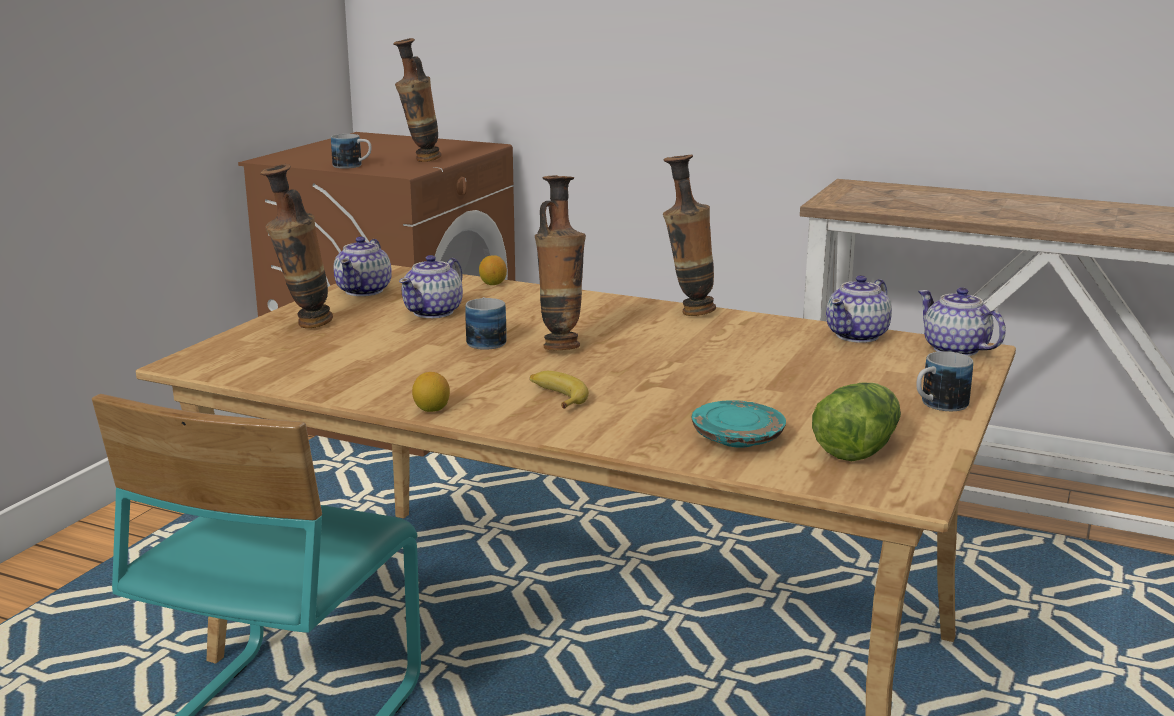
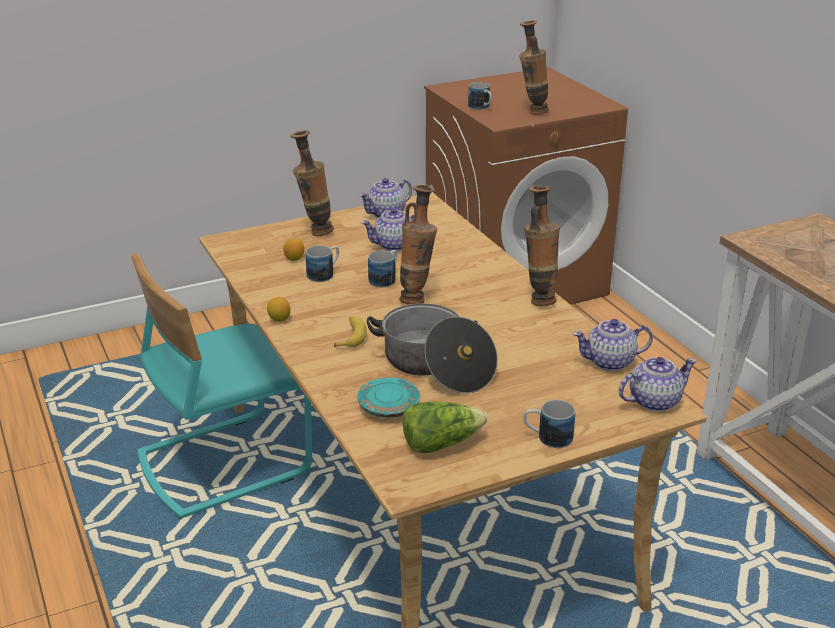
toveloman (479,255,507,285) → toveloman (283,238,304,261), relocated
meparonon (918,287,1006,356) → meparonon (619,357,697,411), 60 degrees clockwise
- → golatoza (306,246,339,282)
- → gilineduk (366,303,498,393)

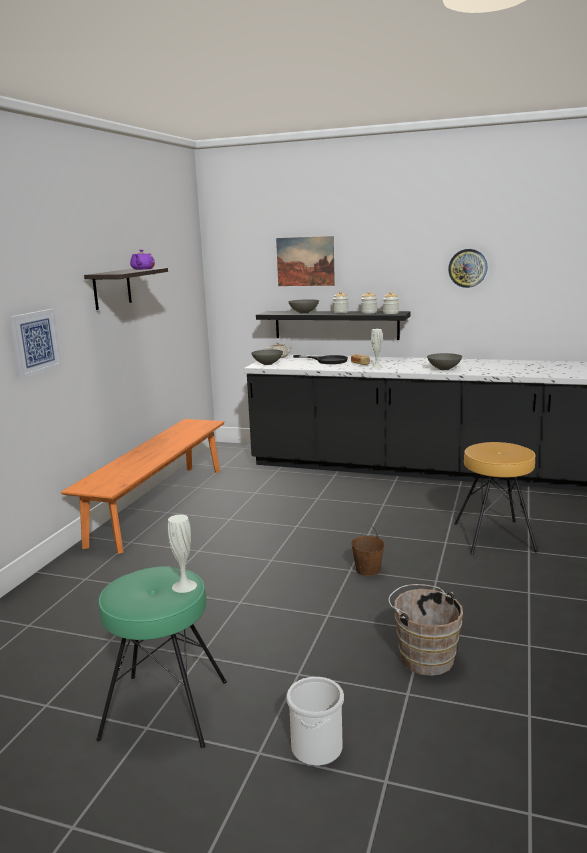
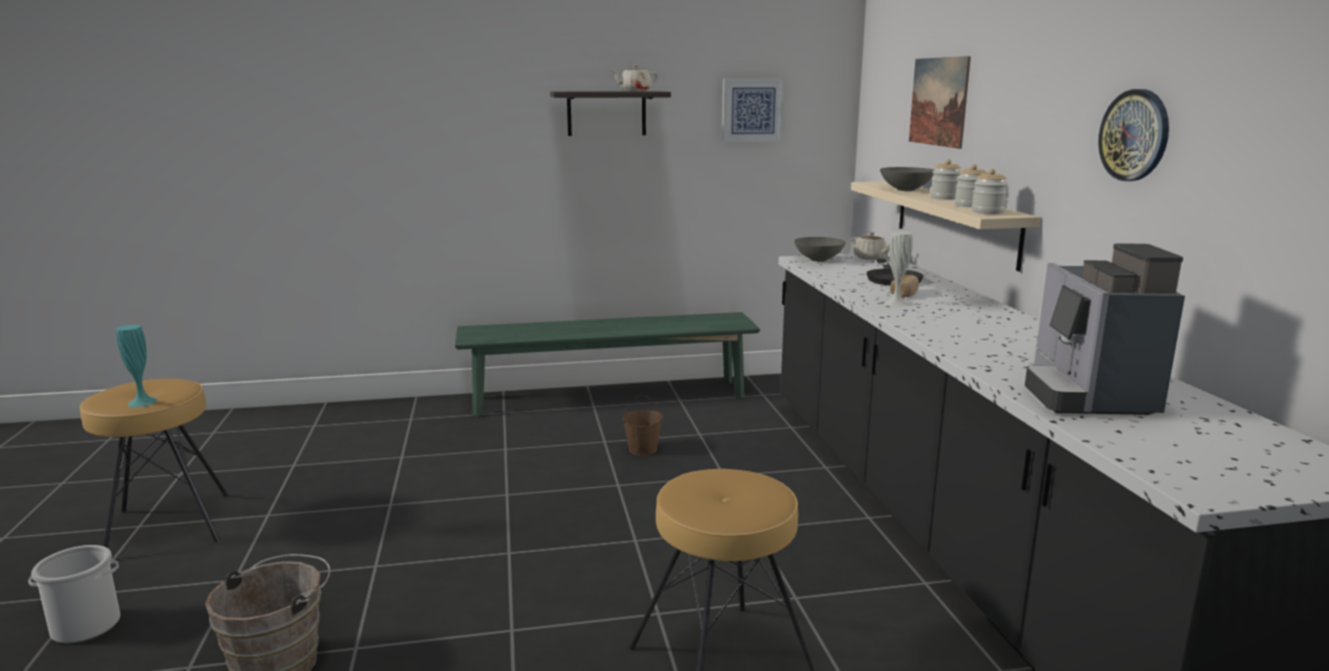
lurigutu (10,309,62,378) → lurigutu (722,78,784,142), relocated
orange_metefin (61,419,225,554) → green_metefin (455,312,760,417)
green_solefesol (96,566,227,748) → brown_solefesol (80,379,228,548)
purple_meparonon (130,249,155,270) → beige_meparonon (611,65,658,91)
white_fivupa (168,515,197,593) → turquoise_fivupa (116,325,158,407)
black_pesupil (256,311,411,340) → beige_pesupil (851,181,1040,271)
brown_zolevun (351,524,385,576) → brown_zolevun (622,394,663,456), relocated
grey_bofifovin (427,353,462,370) → -
- → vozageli (1025,243,1185,415)

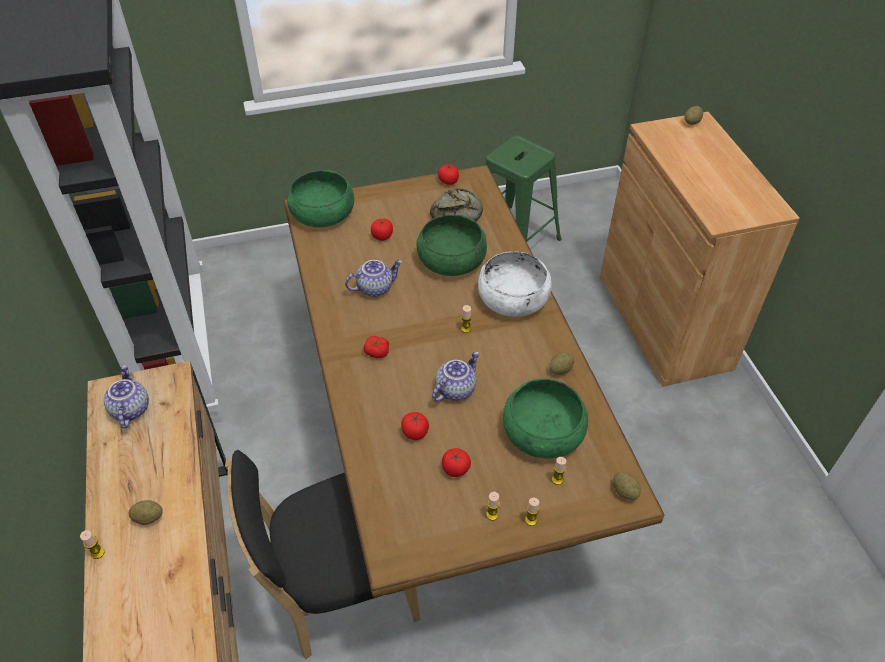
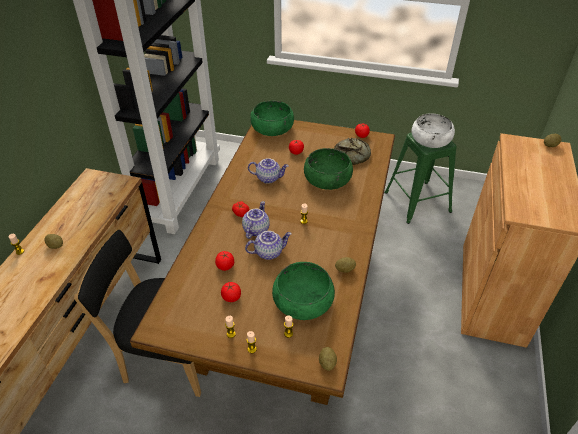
meparonon (104,365,149,429) → meparonon (242,201,270,239), relocated
white_bofifovin (478,251,552,317) → white_bofifovin (412,113,455,148), relocated

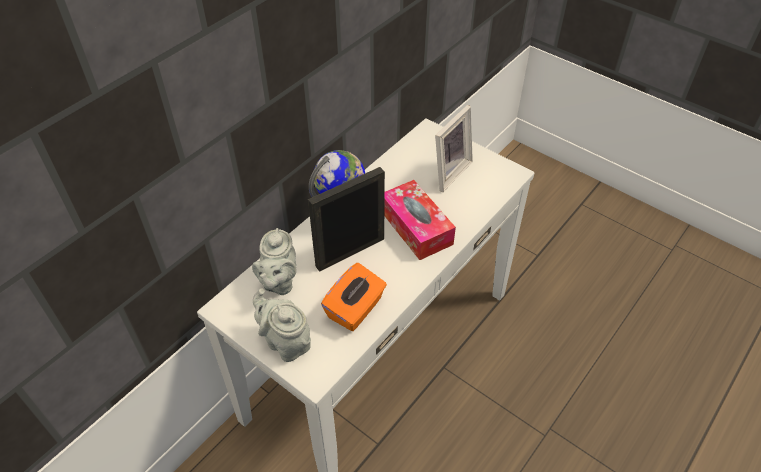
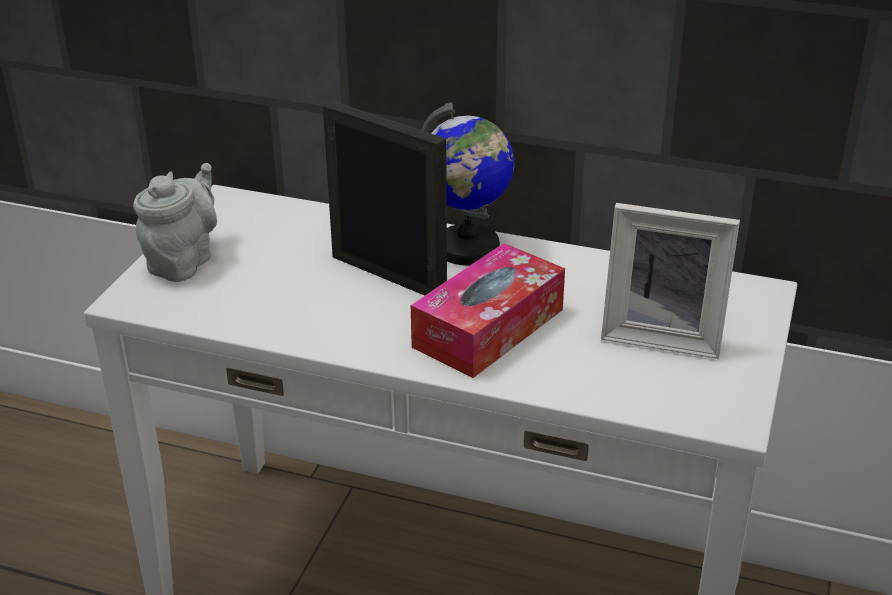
grey_meparonon (252,228,296,295) → -
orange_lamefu (321,263,387,331) → -

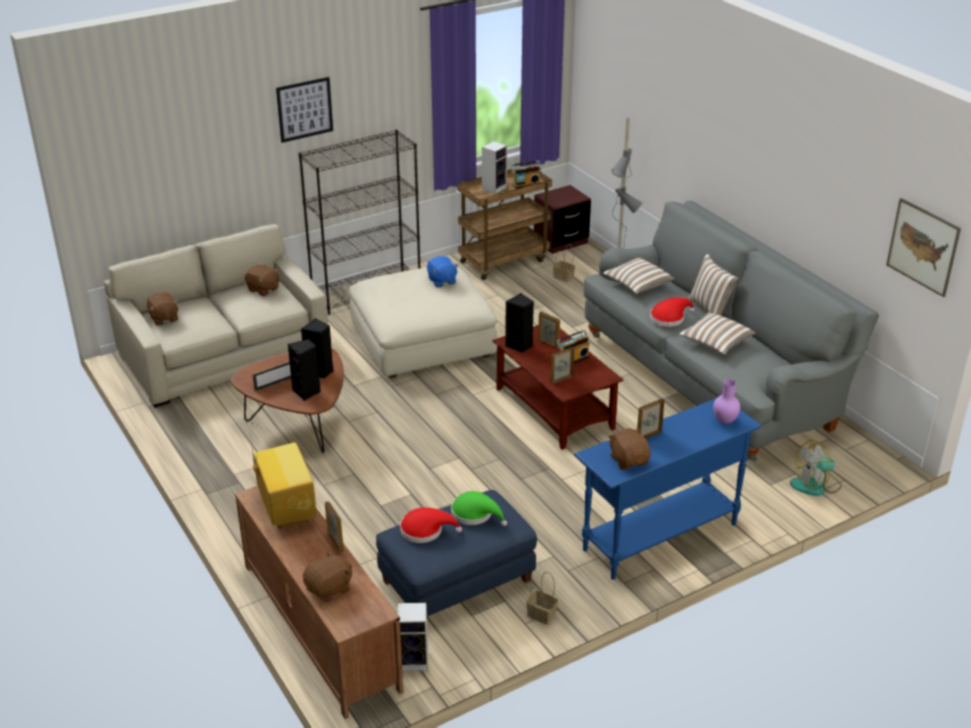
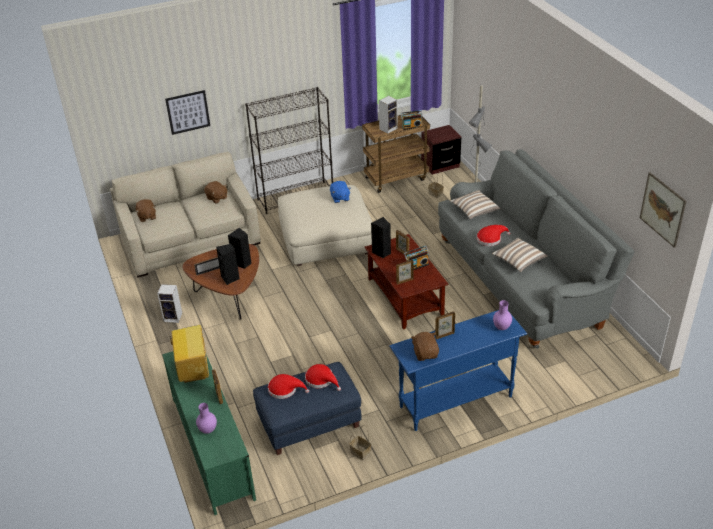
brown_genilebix (235,486,404,719) → green_genilebix (162,351,256,515)
lurigutu (276,77,333,143) → lurigutu (165,90,210,135), relocated
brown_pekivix (303,551,352,602) → purple_fivupa (196,403,217,434)
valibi (398,603,428,671) → valibi (157,284,183,323), relocated
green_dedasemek (451,491,507,526) → red_dedasemek (305,364,341,391)
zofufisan (688,254,739,316) → -
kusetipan (790,440,841,496) → -

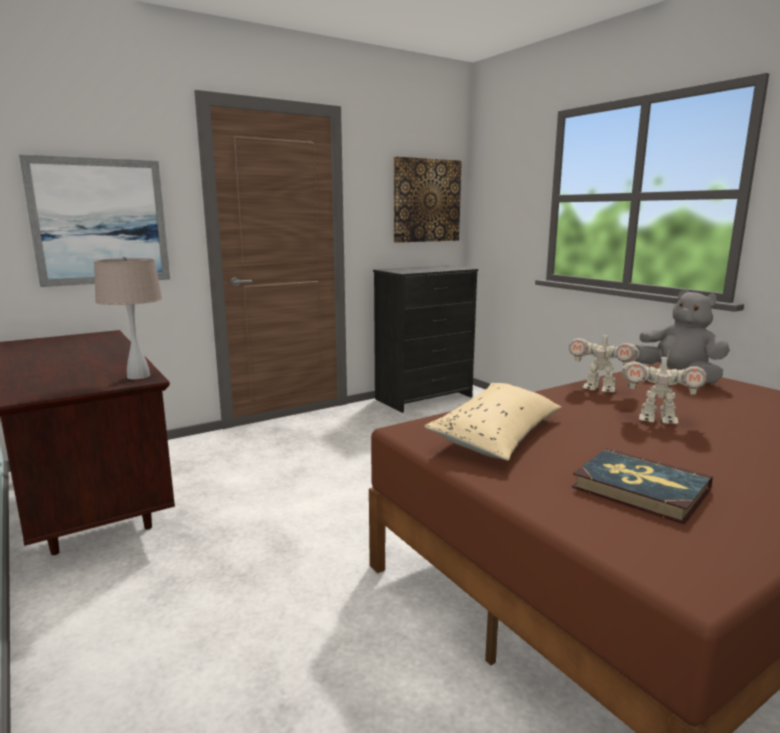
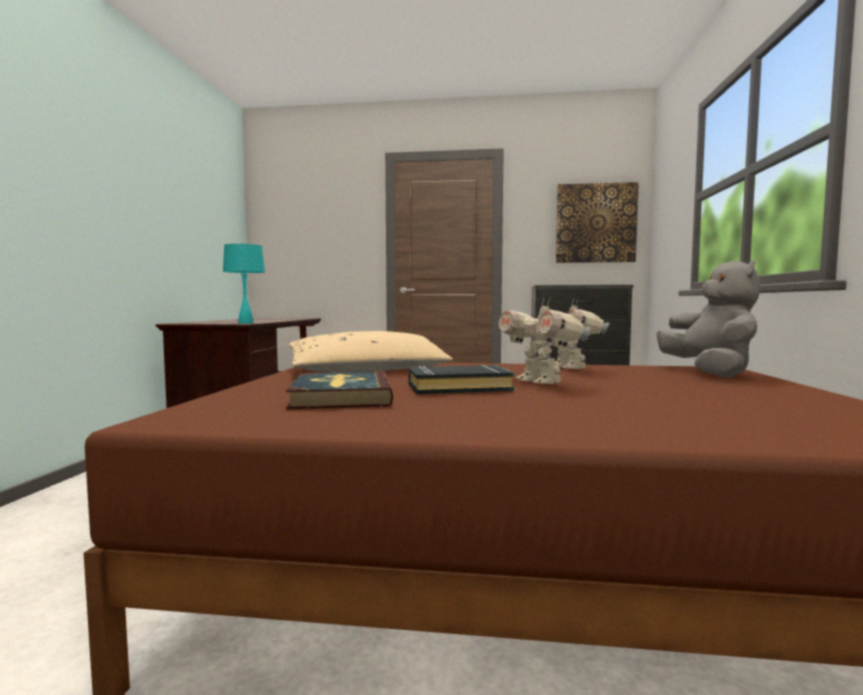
lurigutu (19,155,170,287) → -
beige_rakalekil (94,257,162,380) → turquoise_rakalekil (223,244,265,324)
- → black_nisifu (408,365,515,394)

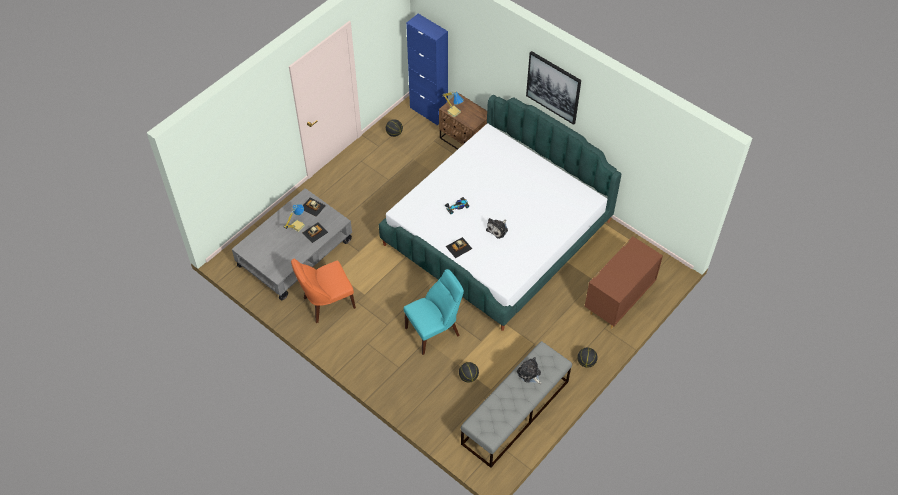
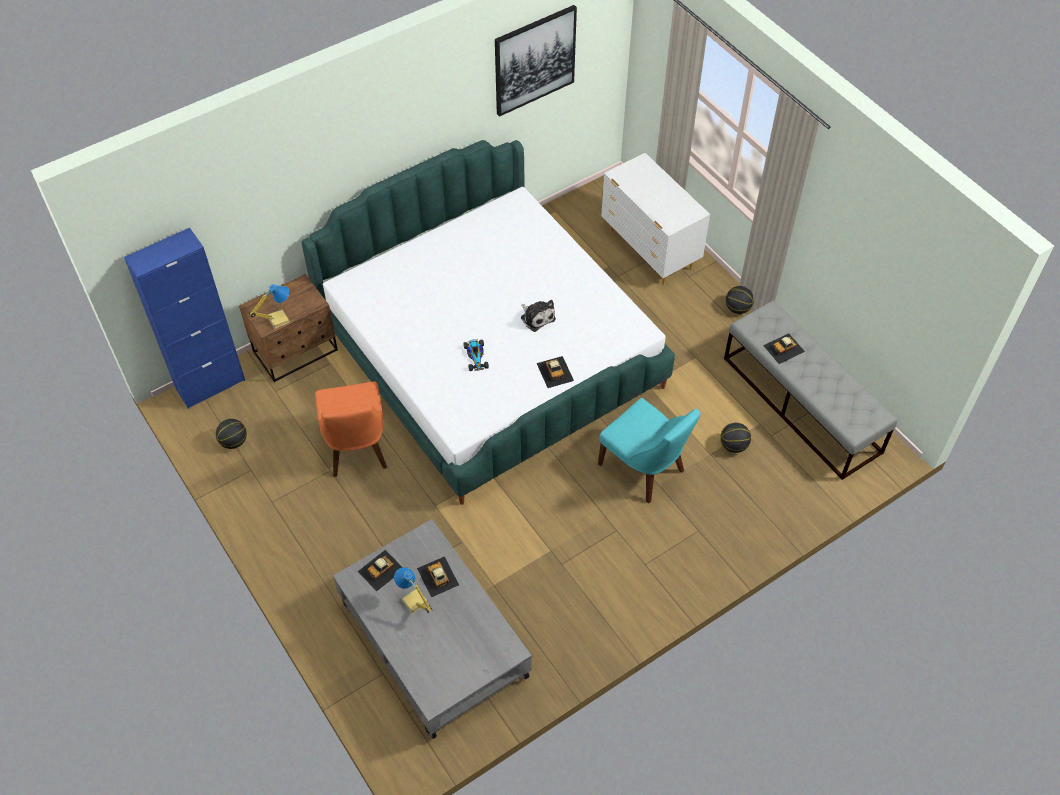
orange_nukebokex (291,259,356,323) → orange_nukebokex (315,381,387,477), relocated
turquoise_nukebokex (404,269,464,355) → turquoise_nukebokex (598,398,700,503), 150 degrees clockwise
pekivix (517,357,542,384) → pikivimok (763,333,805,364)
lurigutu (526,51,581,125) → lurigutu (495,5,577,117), relocated
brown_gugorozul (585,236,663,329) → white_gugorozul (601,153,710,285)

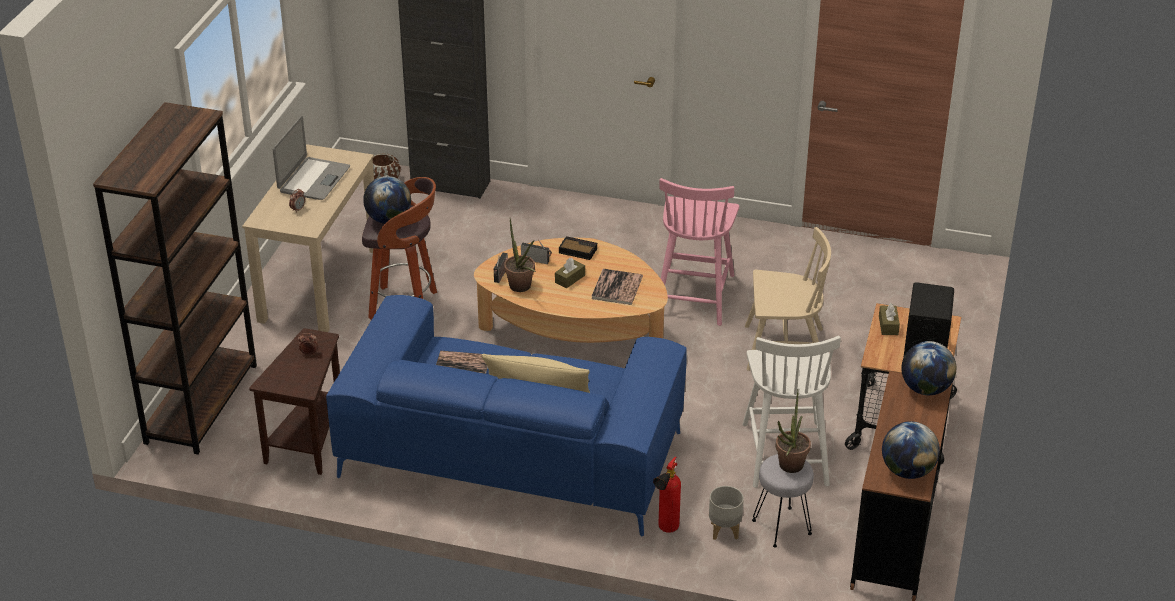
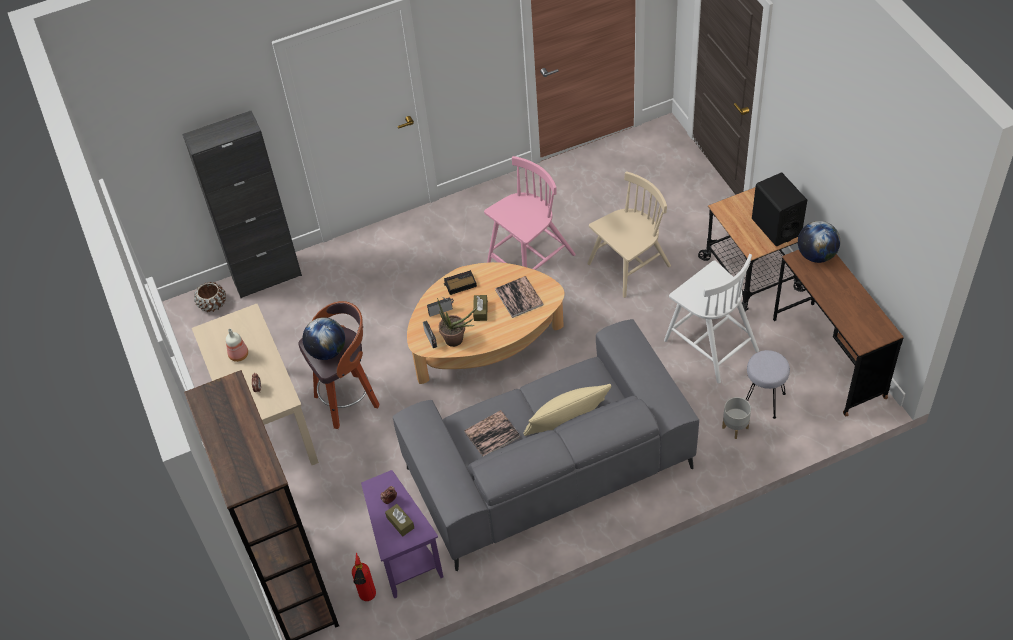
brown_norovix (249,328,340,475) → purple_norovix (361,470,443,598)
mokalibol (273,116,350,200) → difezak (226,329,248,362)
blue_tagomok (326,295,687,537) → grey_tagomok (393,319,699,571)
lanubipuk (653,457,681,533) → lanubipuk (352,553,376,601), relocated
pink_nukebokex (659,178,739,326) → pink_nukebokex (484,156,576,270), 105 degrees counterclockwise
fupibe (776,389,811,473) → -
brown_lamefu (879,303,900,335) → brown_lamefu (385,504,414,536), relocated
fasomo (882,421,940,479) → -

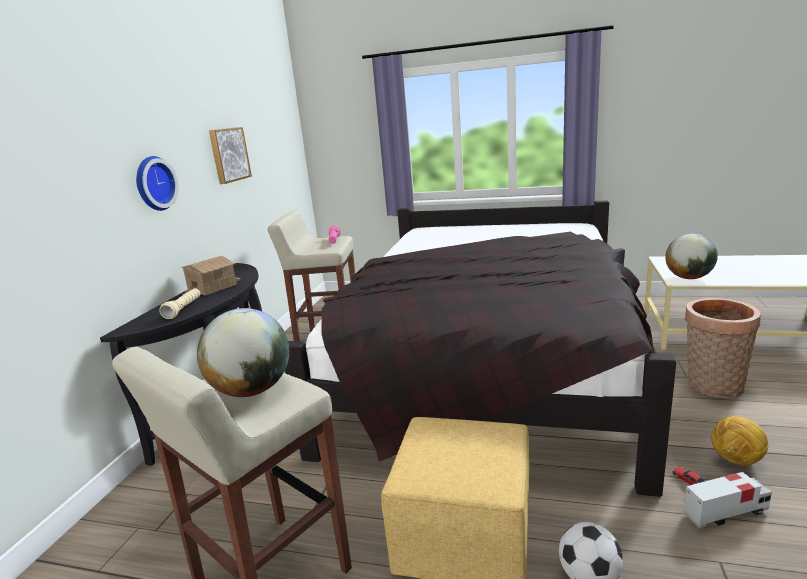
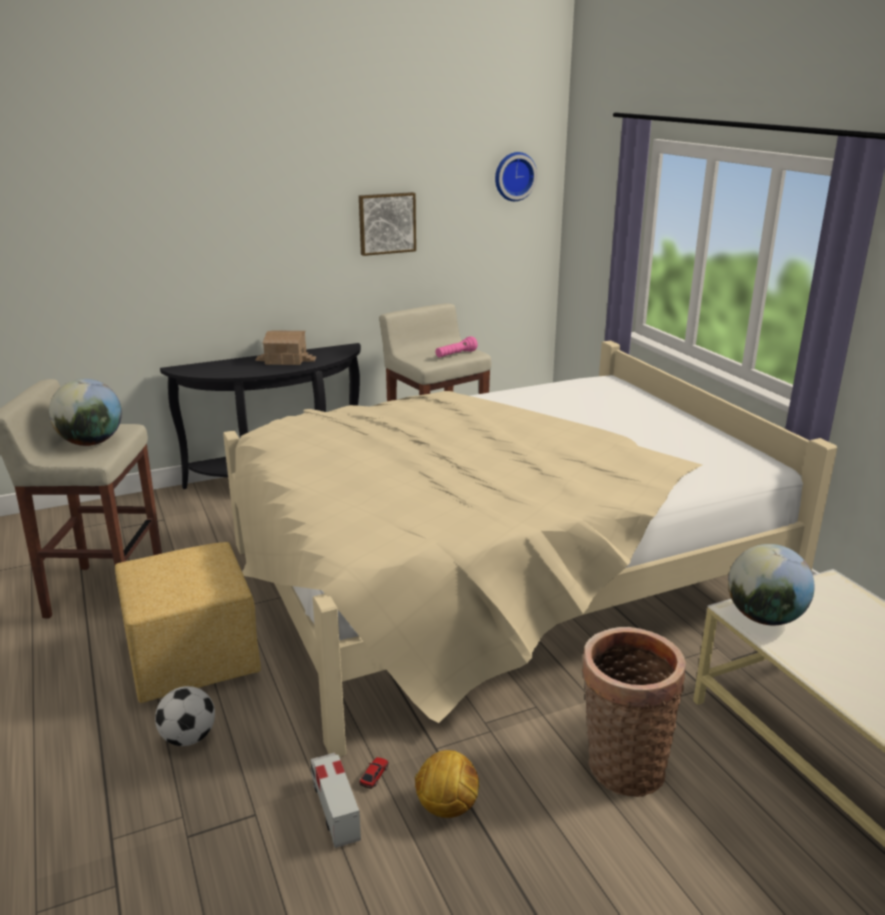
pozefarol (136,156,179,211) → pozefarol (495,152,537,201), relocated
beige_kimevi (159,288,200,319) → -
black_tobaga (285,200,676,497) → beige_tobaga (223,340,837,757)
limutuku (683,472,772,528) → limutuku (310,753,361,848), 150 degrees counterclockwise

